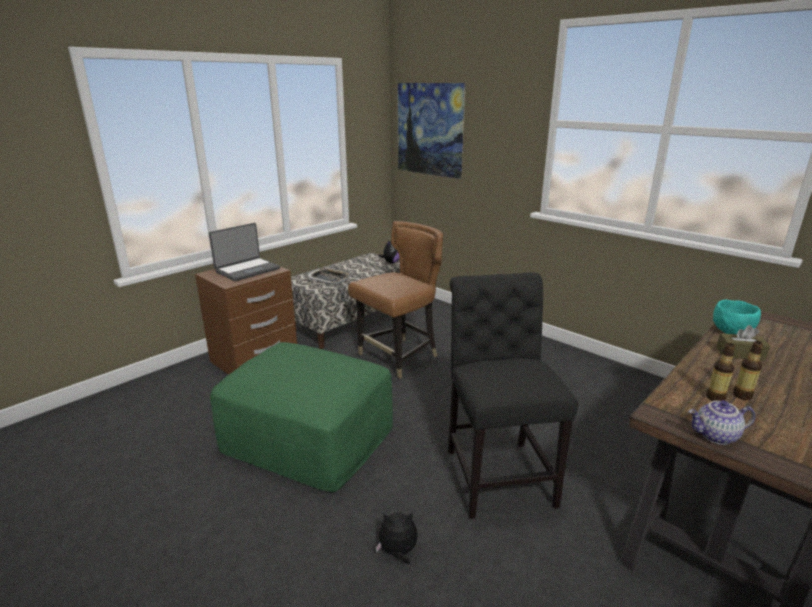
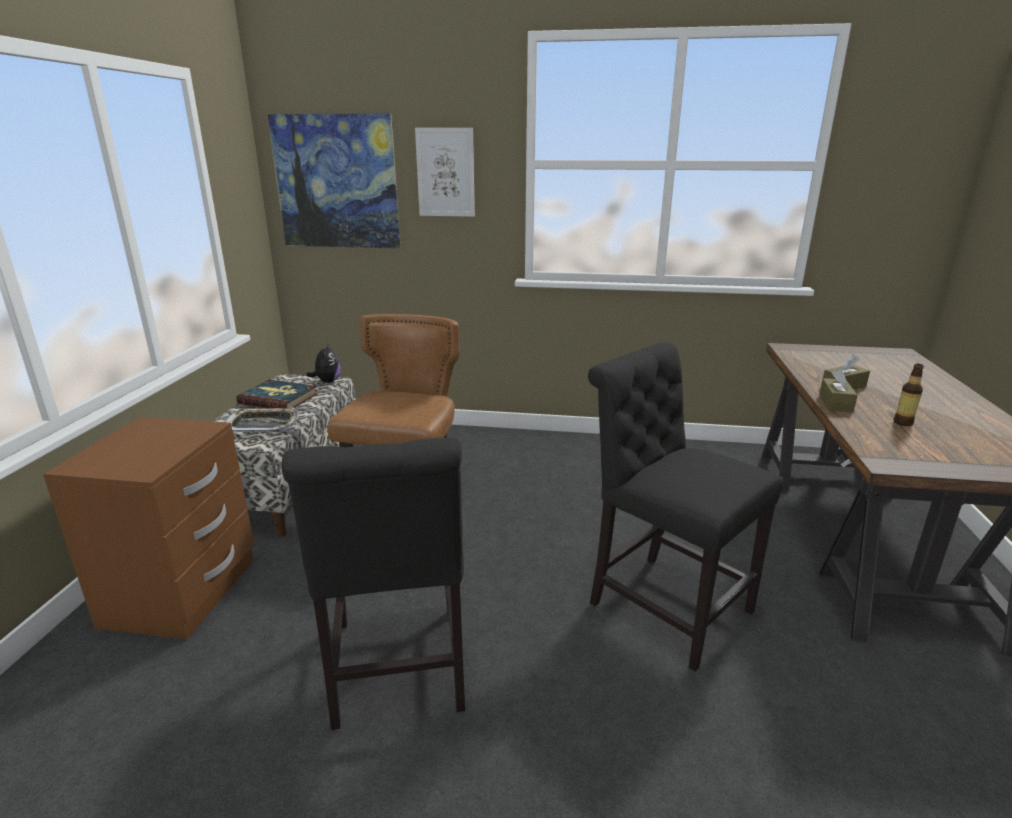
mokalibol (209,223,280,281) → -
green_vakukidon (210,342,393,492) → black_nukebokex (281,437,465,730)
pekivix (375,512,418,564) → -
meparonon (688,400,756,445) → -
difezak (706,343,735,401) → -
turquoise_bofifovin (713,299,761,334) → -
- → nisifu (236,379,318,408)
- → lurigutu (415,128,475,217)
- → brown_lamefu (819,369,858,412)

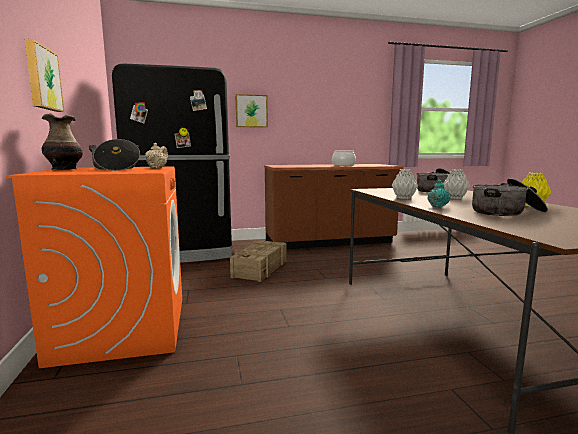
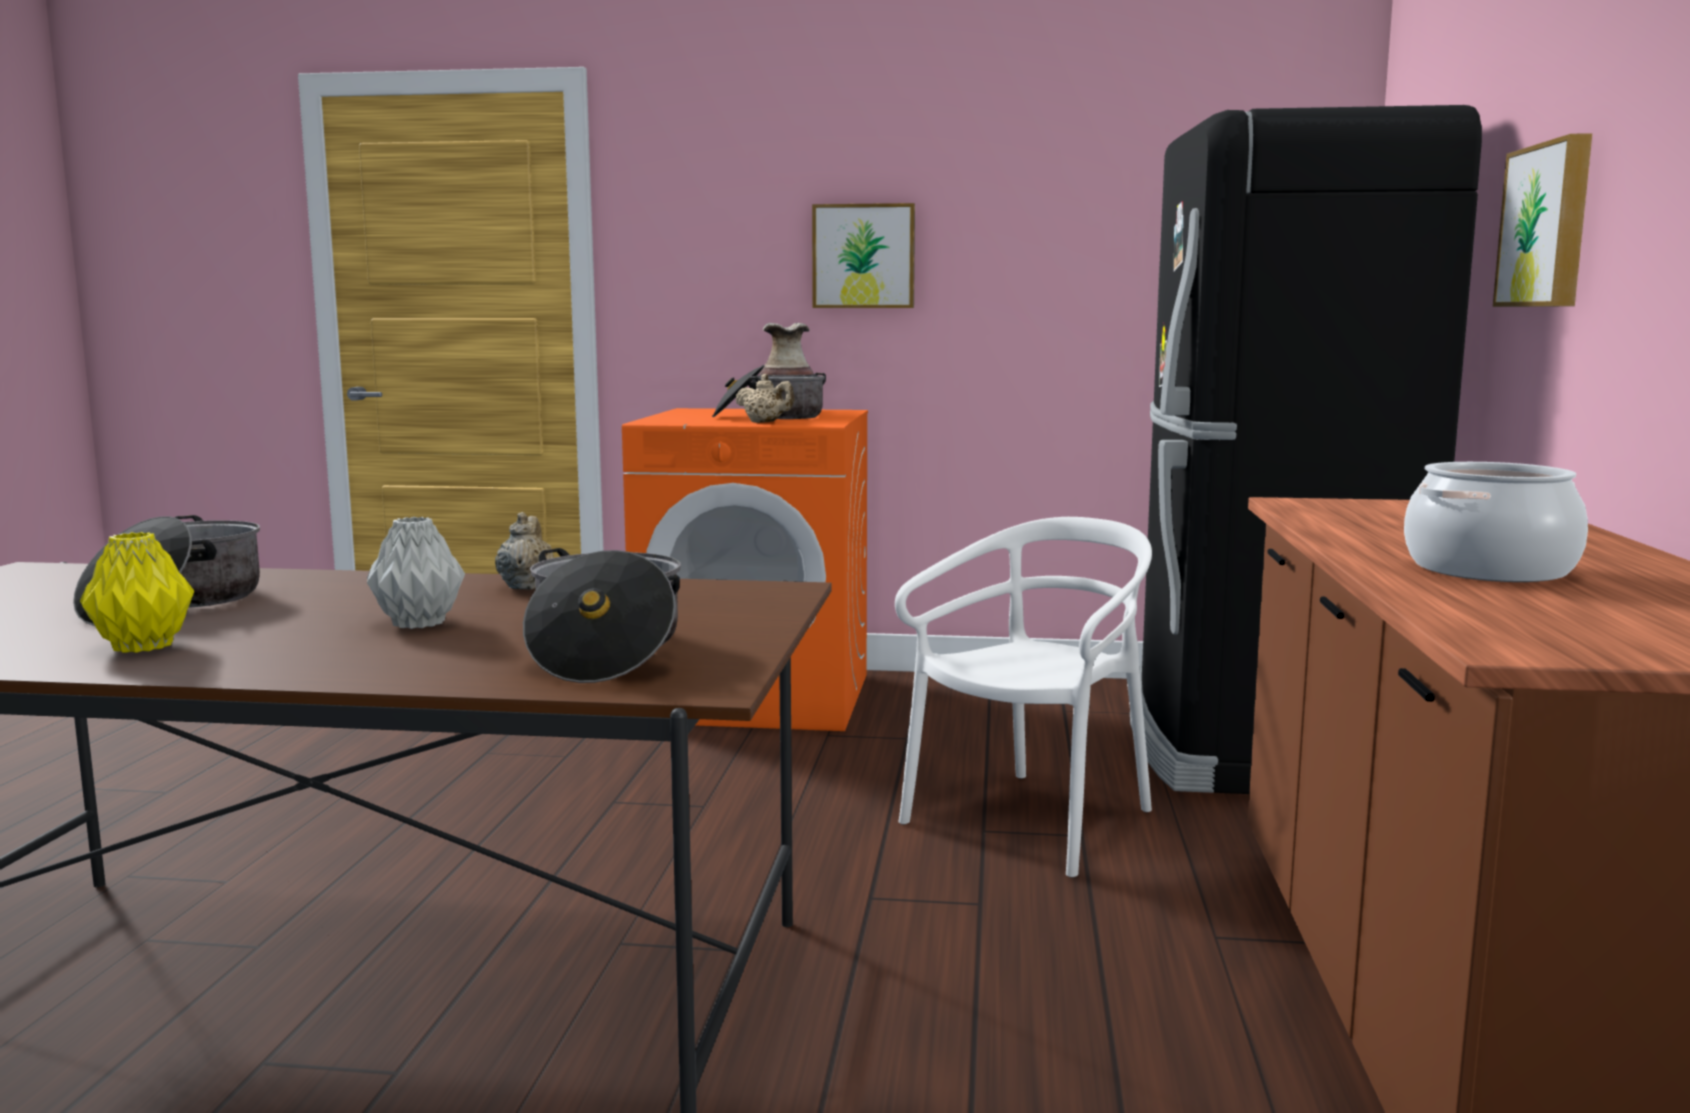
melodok (230,240,287,282) → white_nukebokex (895,517,1152,878)
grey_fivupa (392,169,418,199) → beige_meparonon (495,512,554,590)
turquoise_meparonon (427,180,450,208) → -

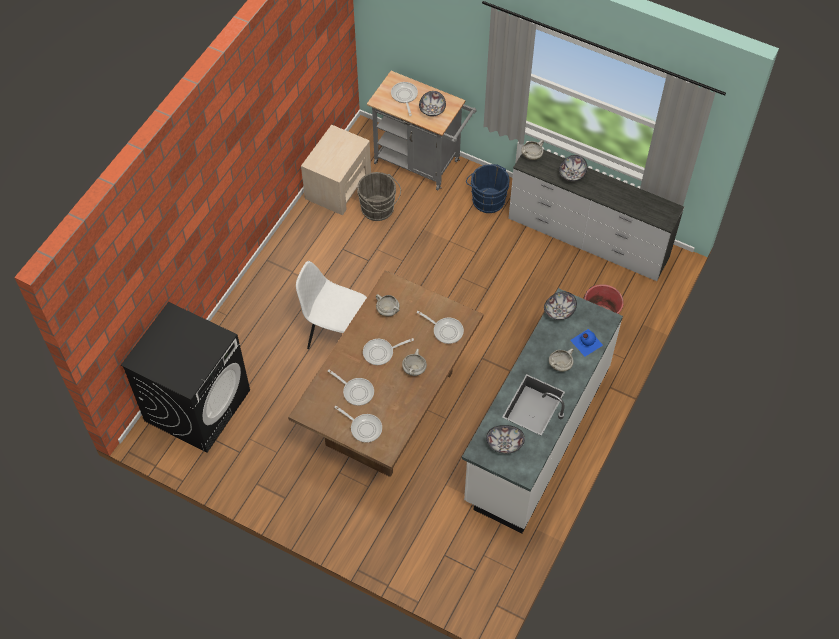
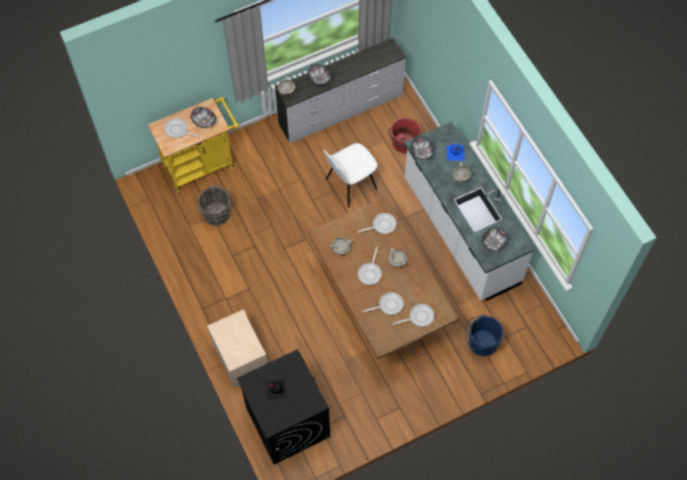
white_nukebokex (296,261,367,349) → white_nukebokex (324,143,378,208), relocated
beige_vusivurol (301,125,371,215) → beige_vusivurol (207,310,268,388), relocated
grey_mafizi (367,71,476,190) → yellow_mafizi (148,97,239,193)
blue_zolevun (466,164,509,213) → blue_zolevun (465,315,504,357), relocated
- → black_difezak (265,379,287,401)

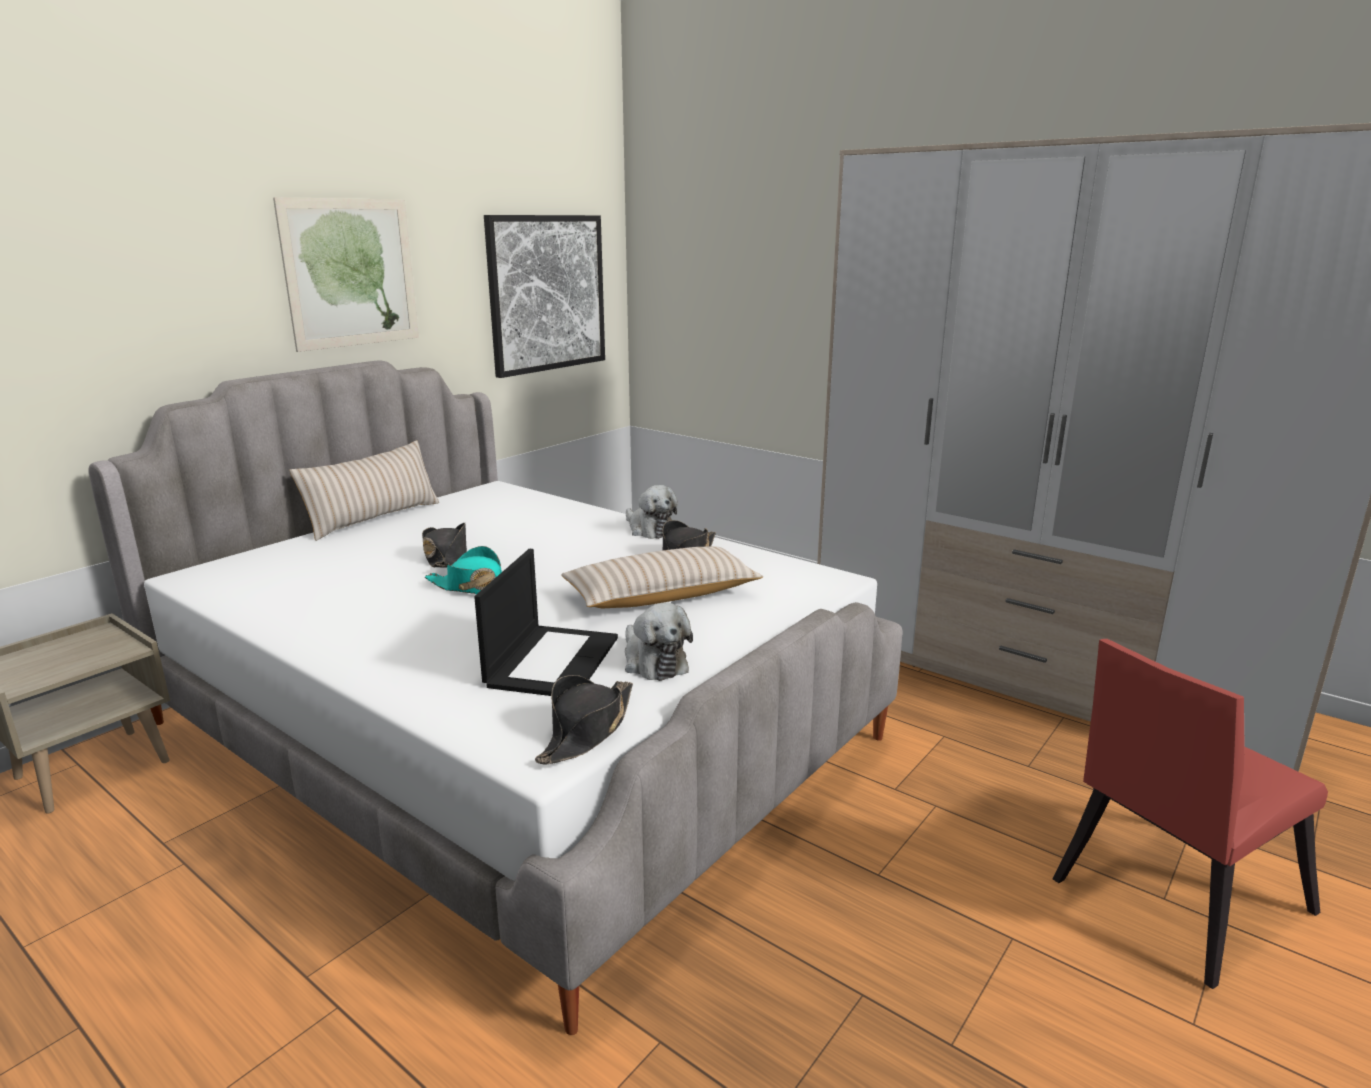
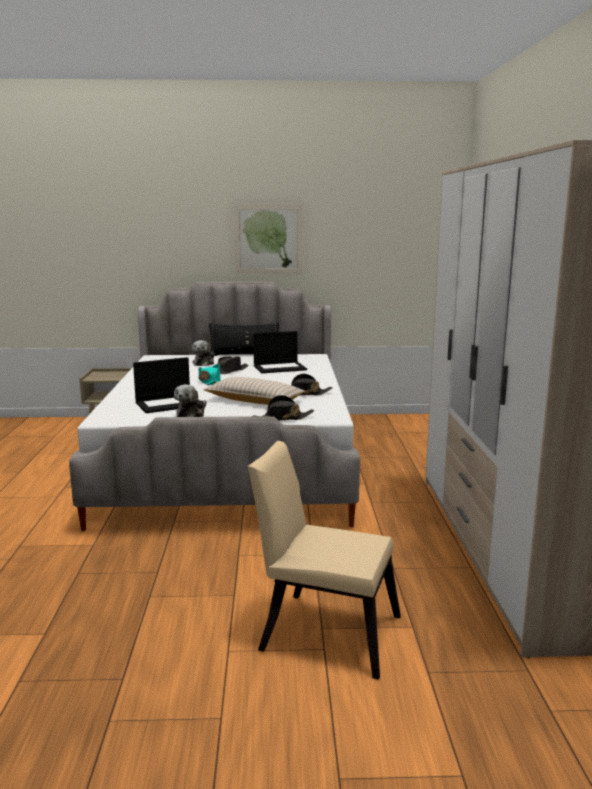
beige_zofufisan (289,440,439,541) → black_zofufisan (209,323,279,356)
lurigutu (484,215,605,378) → -
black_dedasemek (535,675,633,765) → black_dedasemek (253,395,314,421), relocated
pekivix (626,485,678,539) → pekivix (192,340,215,366), relocated
red_nukebokex (1053,639,1328,989) → beige_nukebokex (248,441,401,680)
- → mokalibol (253,331,307,373)

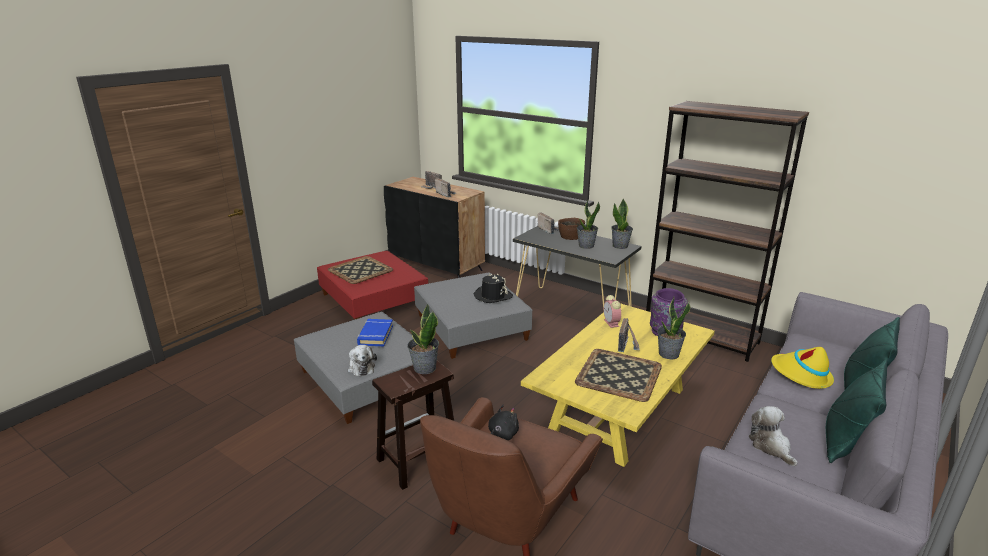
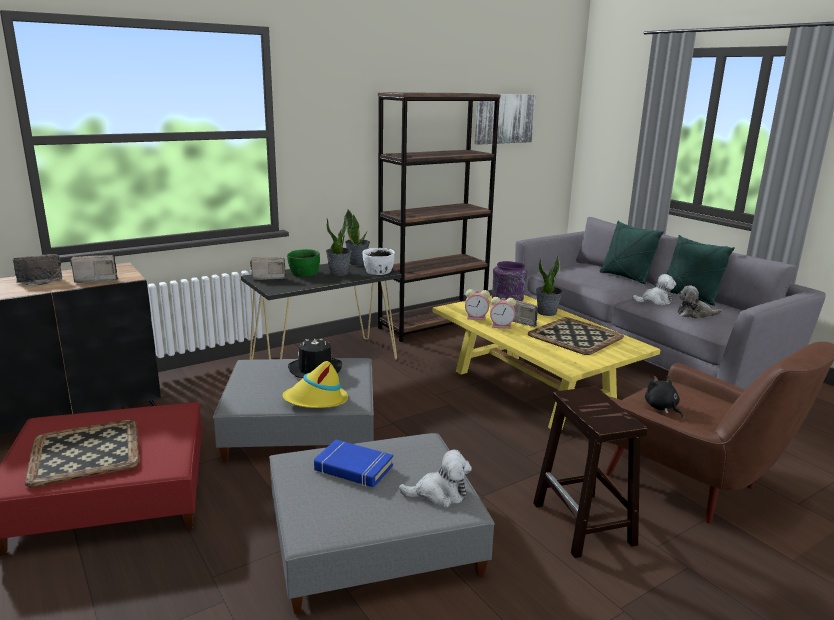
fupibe (407,304,439,374) → -
brown_bofifovin (558,218,585,240) → green_bofifovin (287,249,320,277)
yellow_dedasemek (771,347,834,389) → yellow_dedasemek (283,361,348,408), relocated
- → white_bofifovin (362,248,395,275)
- → lurigutu (475,94,536,145)
- → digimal (490,297,516,329)
- → pekivix (632,274,676,306)

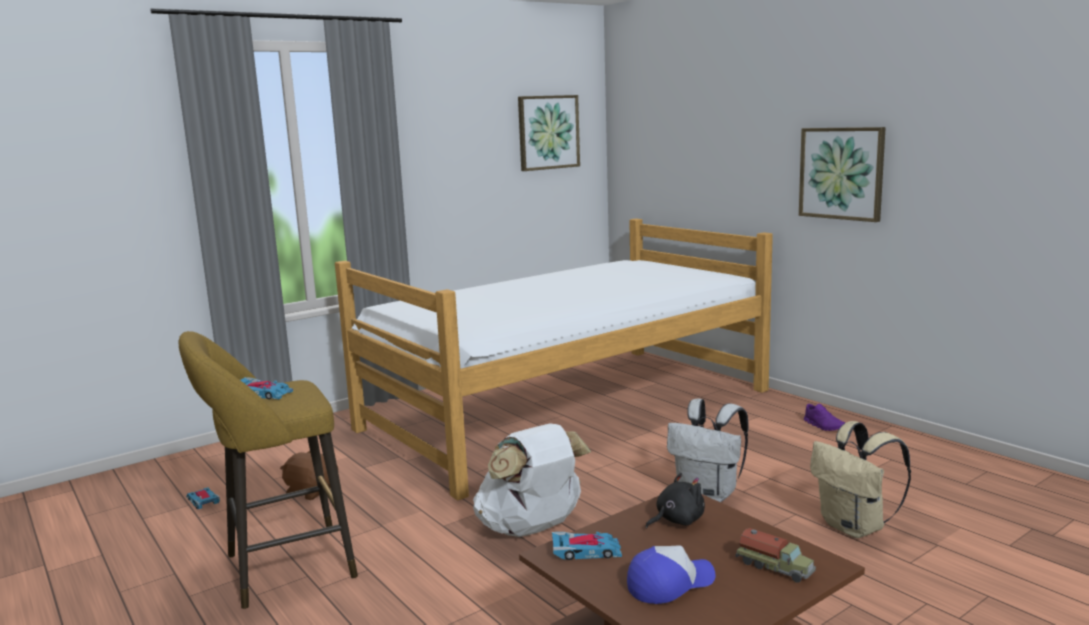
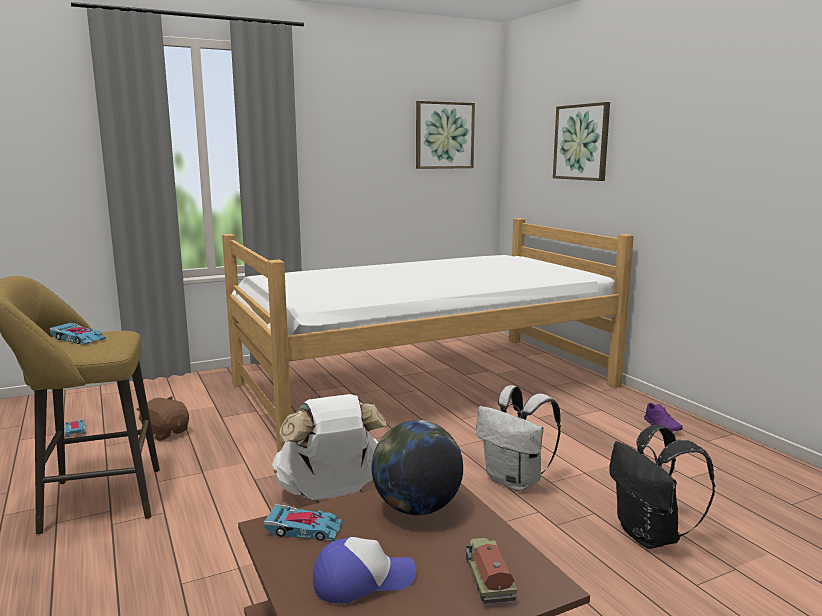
black_pekivix (646,473,705,528) → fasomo (372,420,463,515)
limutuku (736,528,816,583) → limutuku (465,538,517,604), 150 degrees counterclockwise
lurigutu (799,127,886,222) → lurigutu (553,102,610,181), relocated
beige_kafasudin (810,421,911,538) → black_kafasudin (609,425,715,549)

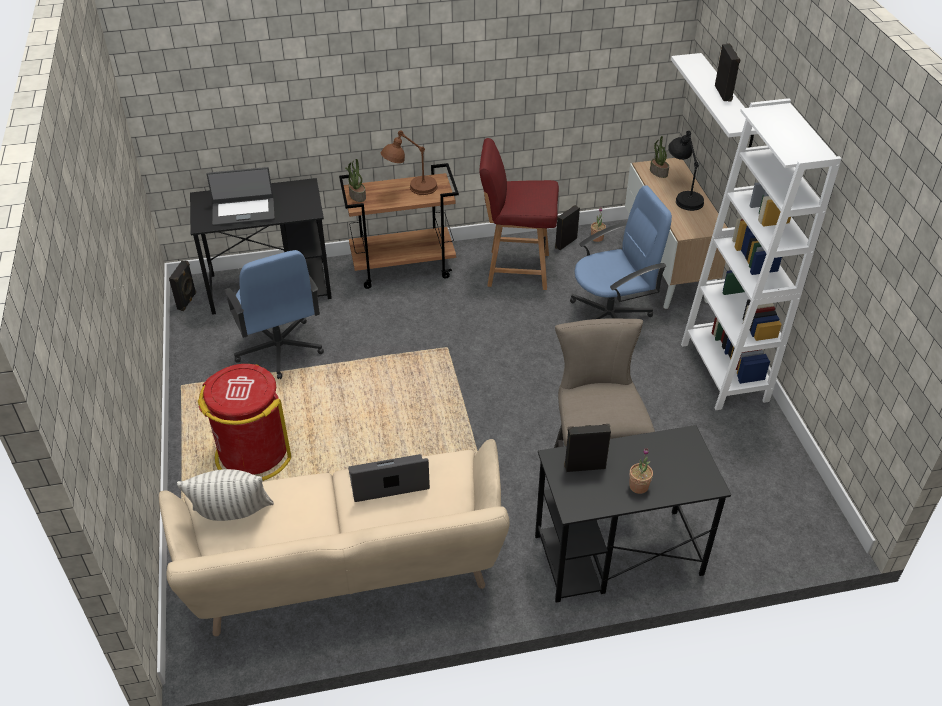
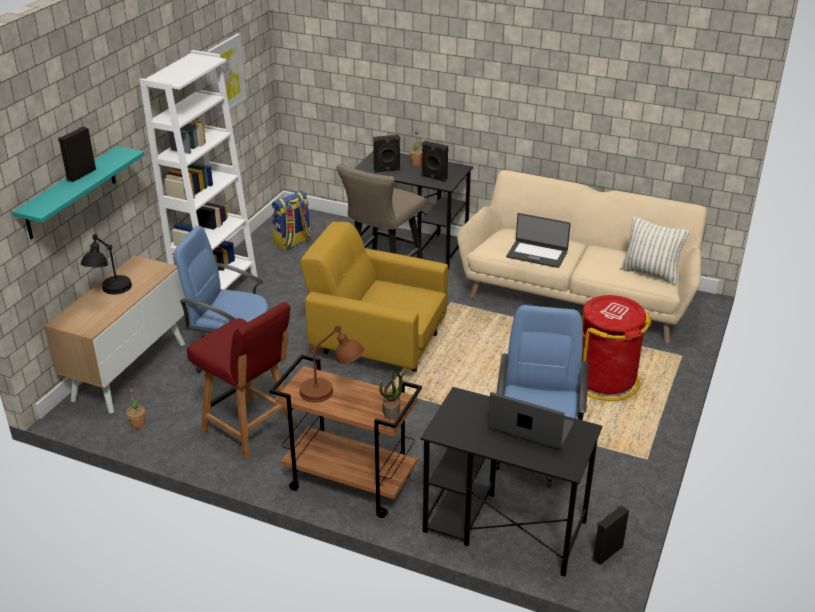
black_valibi (555,205,580,250) → black_valibi (373,135,400,173), relocated
fupibe (650,136,669,178) → -
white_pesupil (671,53,758,148) → turquoise_pesupil (12,146,144,239)
- → lurigutu (207,33,247,119)
- → kafasudin (272,191,311,250)
- → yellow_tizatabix (301,222,448,372)

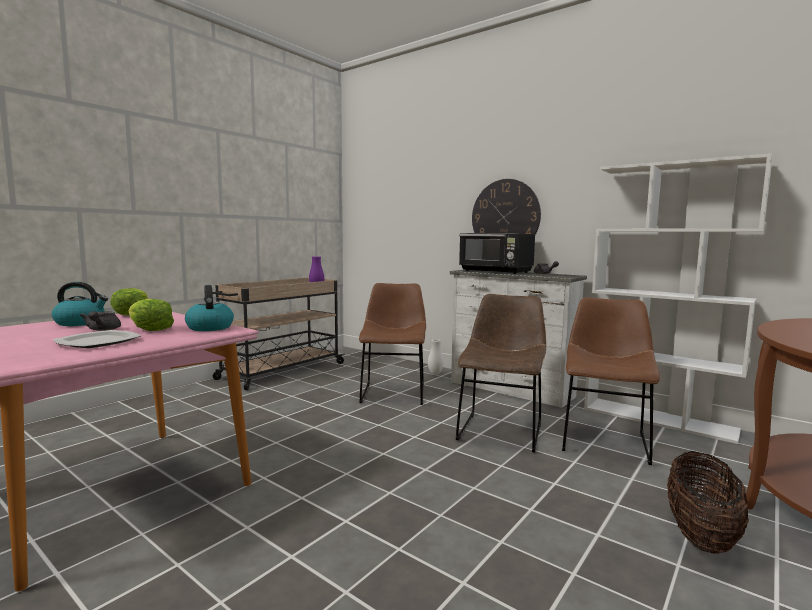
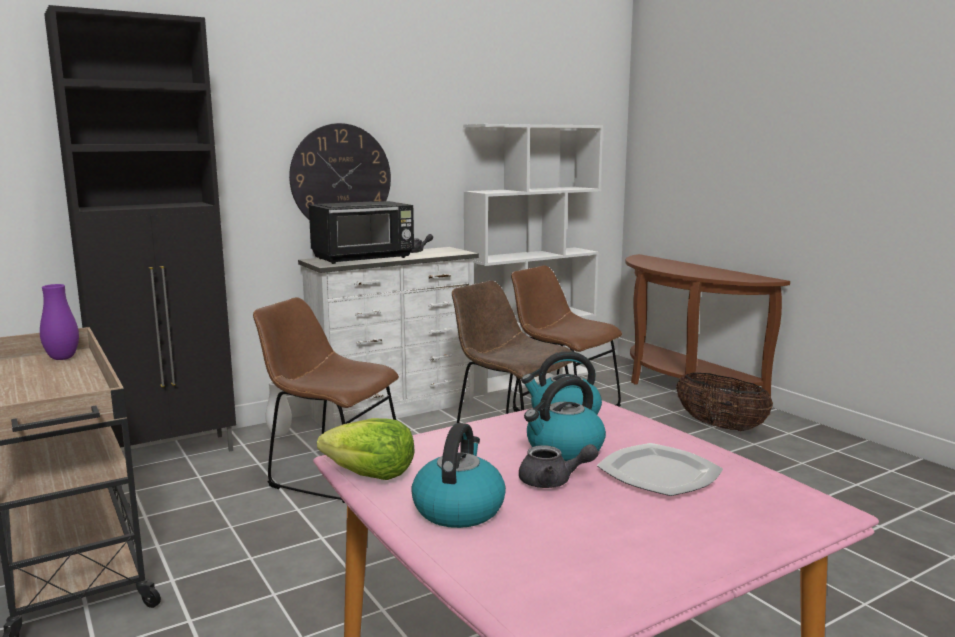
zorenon (129,299,174,331) → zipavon (524,377,606,461)
- → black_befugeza (44,5,236,452)

